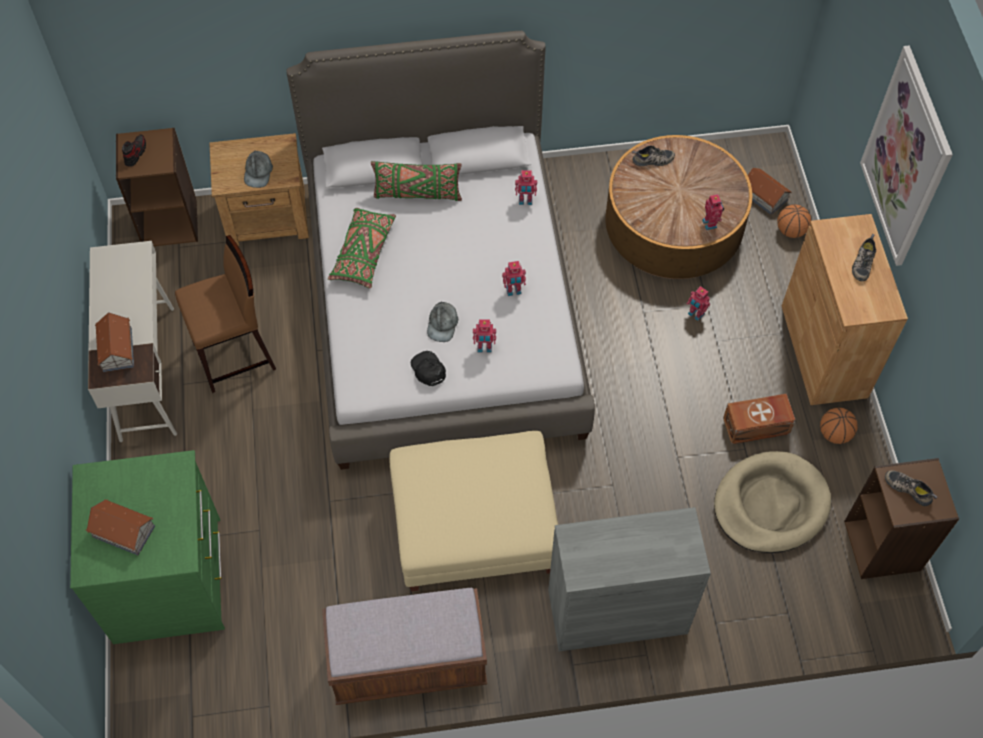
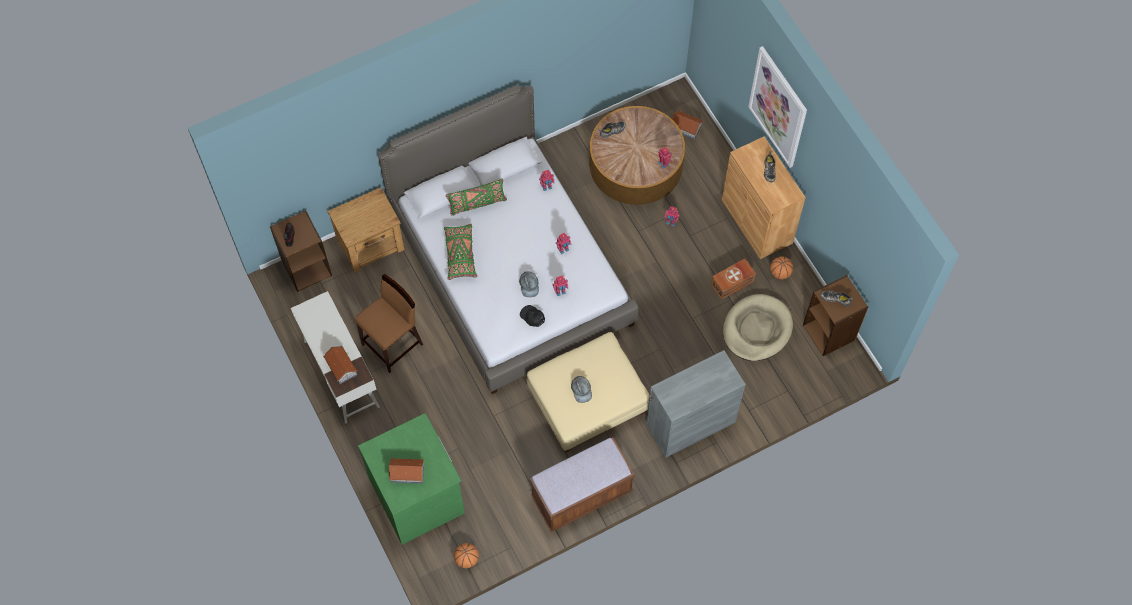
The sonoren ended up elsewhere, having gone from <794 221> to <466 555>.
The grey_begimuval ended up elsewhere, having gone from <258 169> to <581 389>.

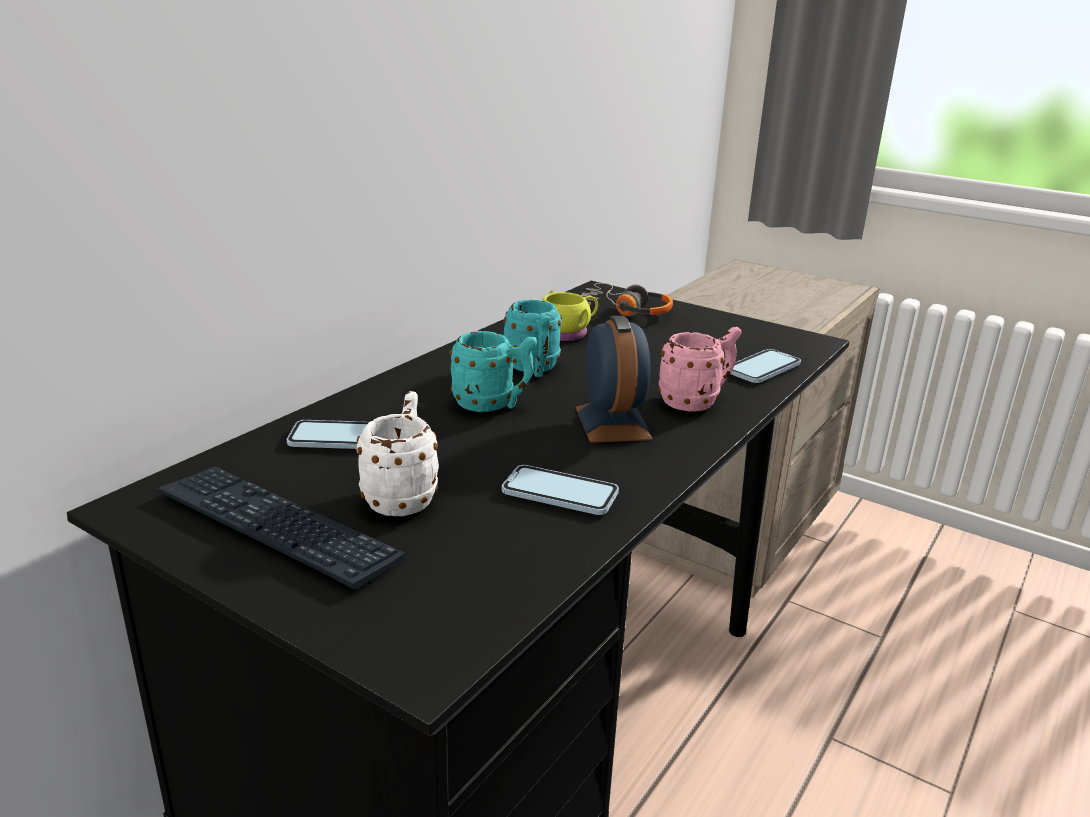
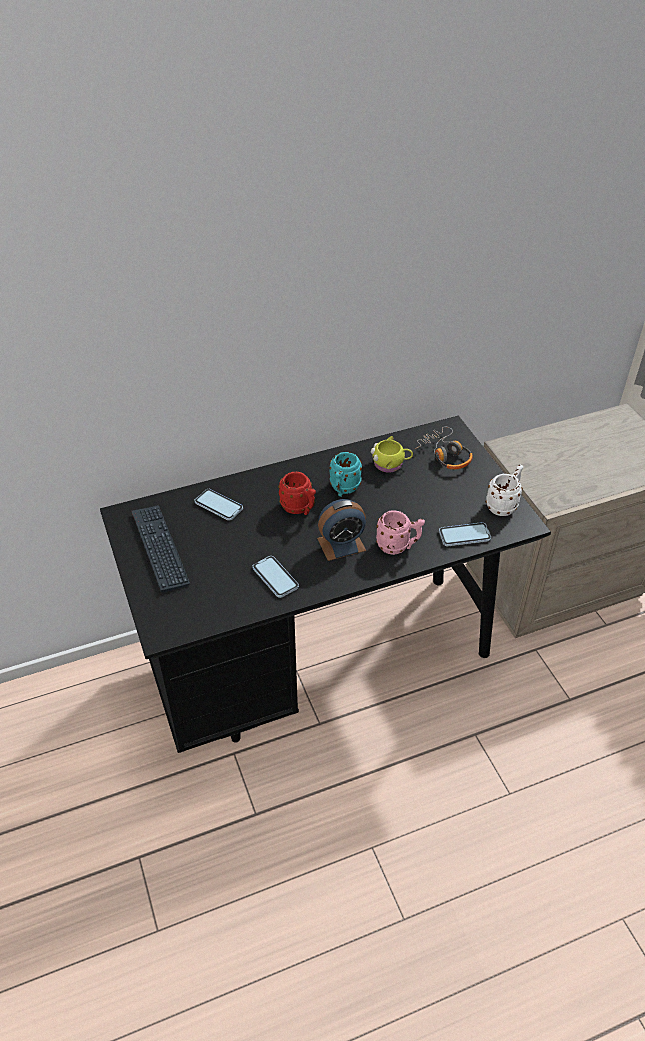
What was the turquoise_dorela at <493 371> turned into the red_dorela at <297 493>.
The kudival at <614 379> ended up facing another way, 45 degrees clockwise from before.
The white_dorela ended up elsewhere, having gone from <398 453> to <504 490>.

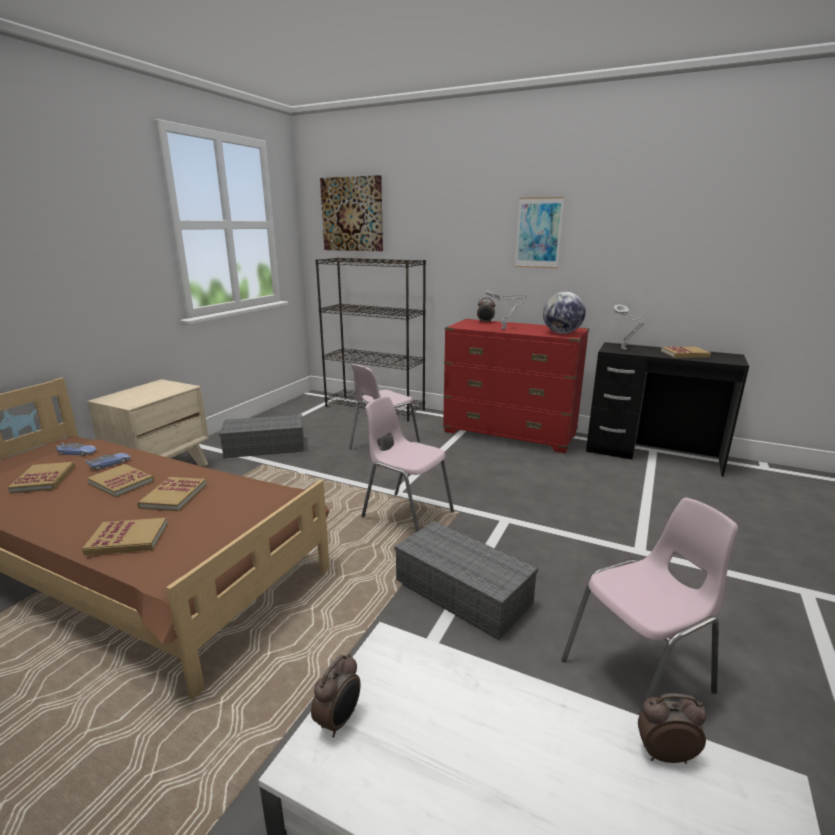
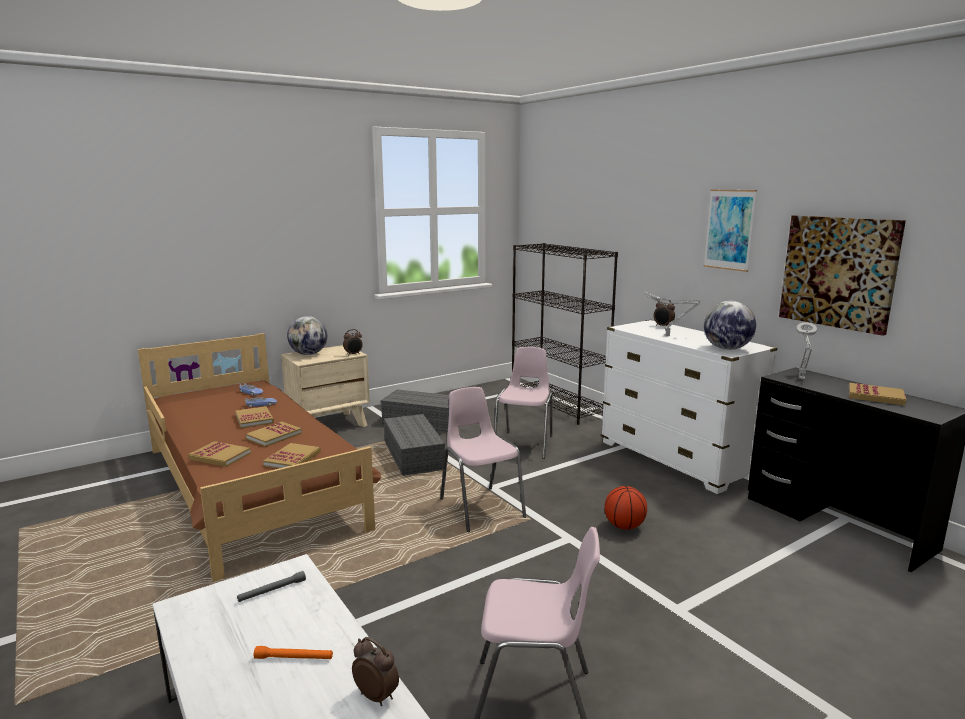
The second view gained the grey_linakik at <271 586>.
The second view gained the orange_linakik at <293 652>.
The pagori ended up elsewhere, having gone from <41 478> to <292 456>.
The second view gained the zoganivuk at <307 335>.
The kudival ended up elsewhere, having gone from <336 695> to <353 342>.
The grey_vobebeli ended up elsewhere, having gone from <466 580> to <414 445>.
The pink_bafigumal at <384 407> ended up facing another way, 120 degrees clockwise from before.
What was the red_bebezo at <516 386> turned into the white_bebezo at <689 407>.
The second view gained the sonoren at <626 508>.
The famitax ended up elsewhere, having gone from <351 213> to <842 275>.

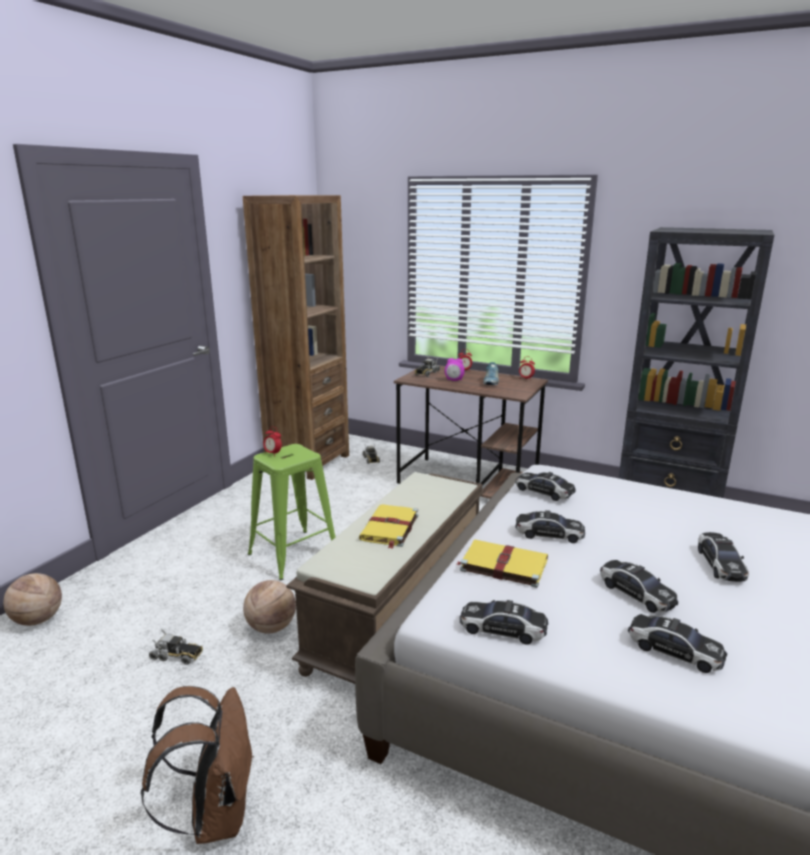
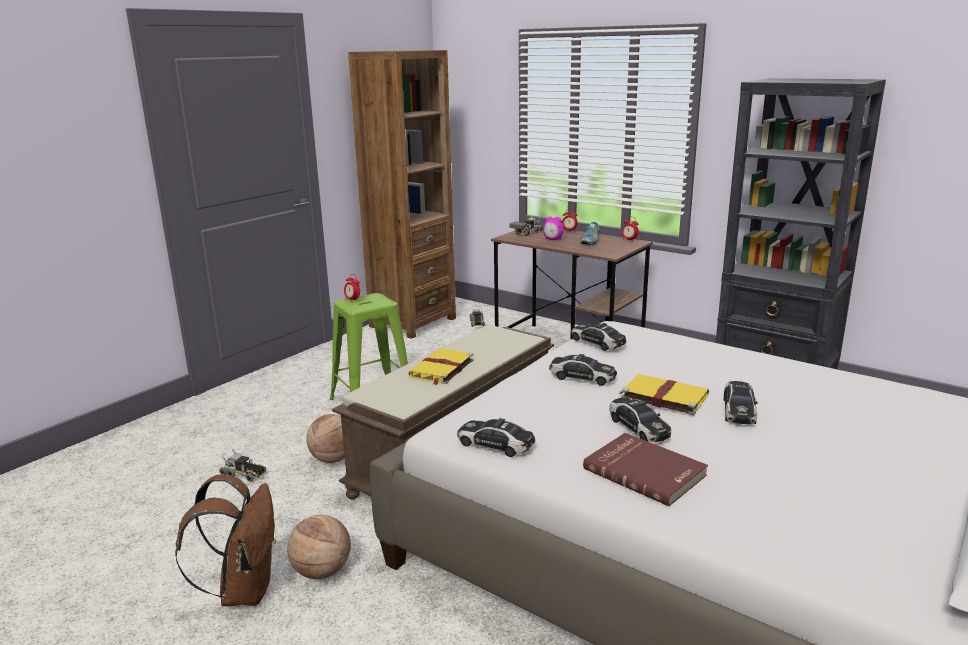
The sonoren ended up elsewhere, having gone from <32 599> to <319 547>.
Where the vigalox stood at <677 643>, the red_pagori came to stand at <645 469>.
The yellow_pagori ended up elsewhere, having gone from <502 564> to <664 394>.

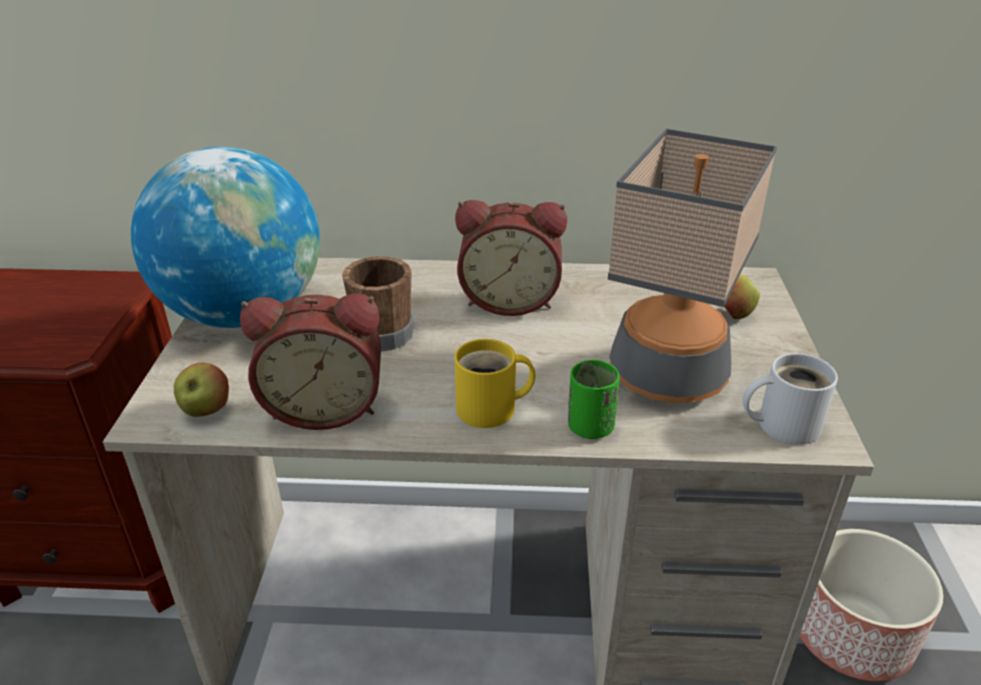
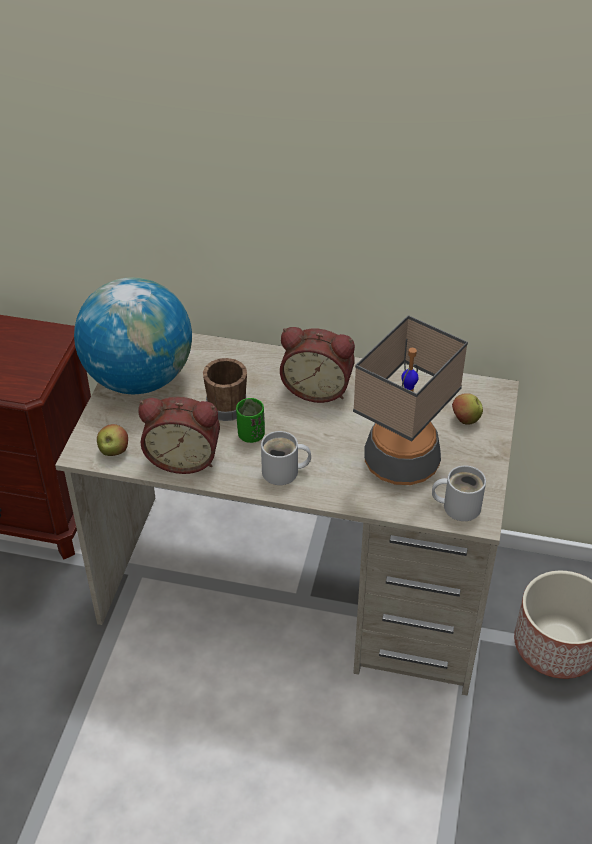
The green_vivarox ended up elsewhere, having gone from <594 399> to <250 420>.
What was the yellow_dorela at <495 383> turned into the white_dorela at <286 458>.

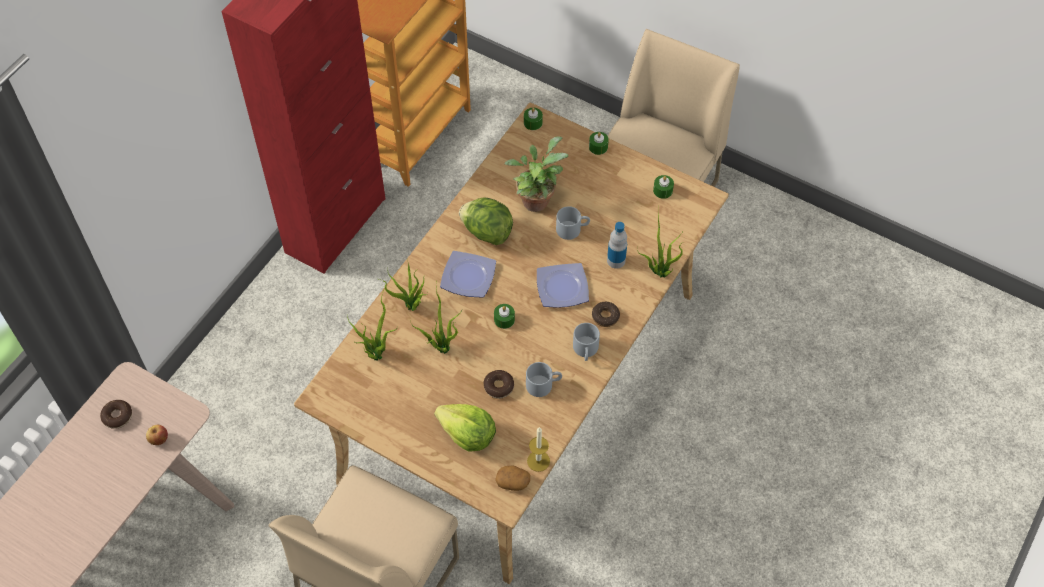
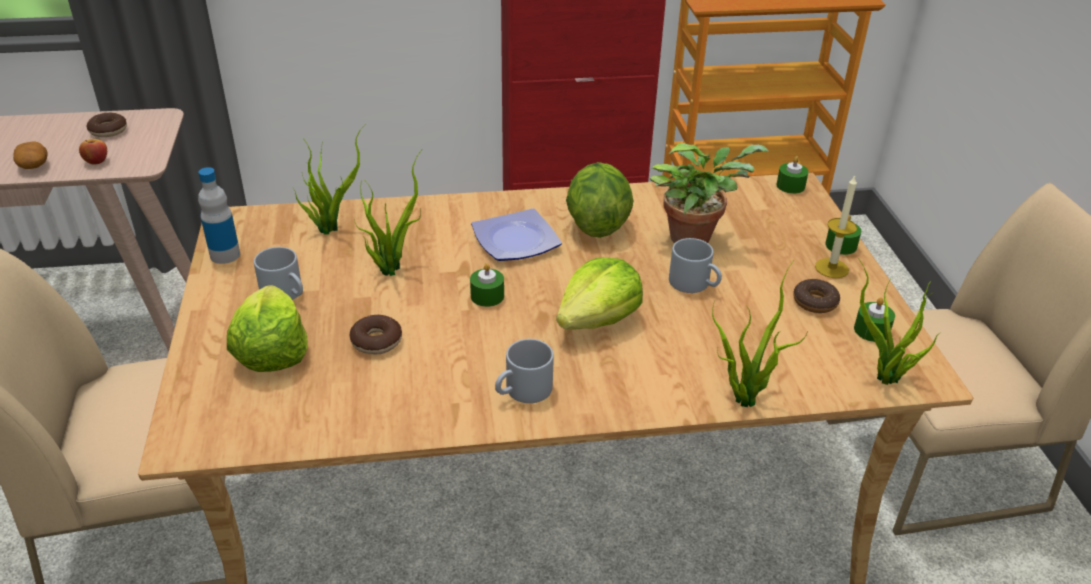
The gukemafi ended up elsewhere, having gone from <512 478> to <30 155>.
The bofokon ended up elsewhere, having gone from <617 245> to <219 215>.
The grey_dorela ended up elsewhere, having gone from <544 379> to <278 273>.
Where the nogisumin stood at <563 285>, the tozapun came to stand at <599 294>.
The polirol ended up elsewhere, having gone from <606 314> to <816 295>.
The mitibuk ended up elsewhere, having gone from <538 449> to <836 226>.
The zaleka ended up elsewhere, having gone from <403 287> to <899 321>.

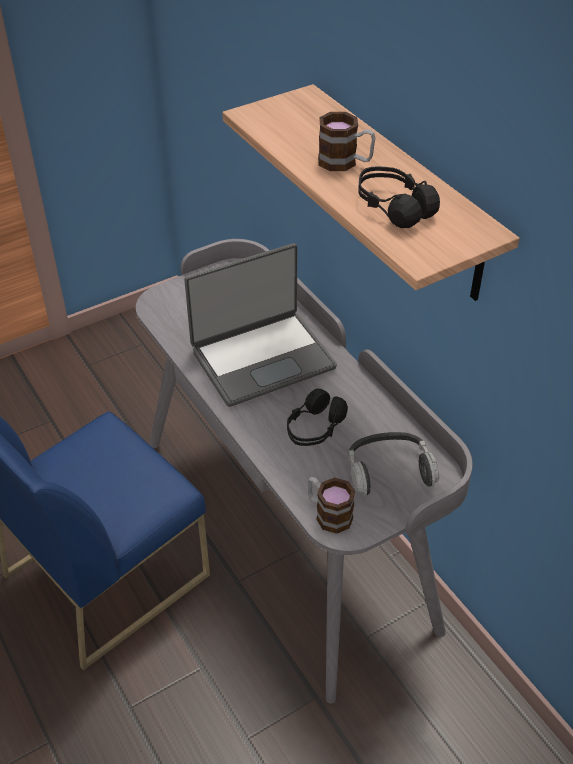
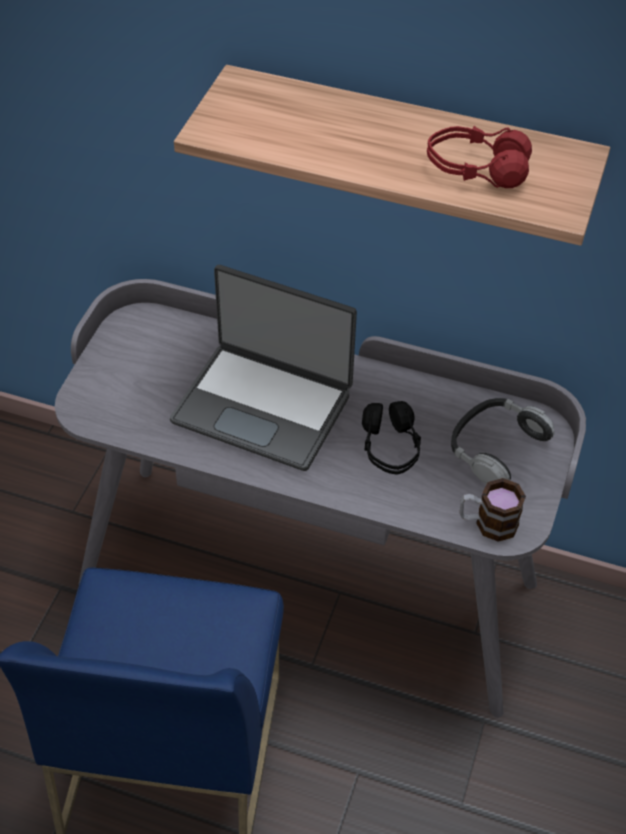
The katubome at <260 325> ended up facing another way, 90 degrees clockwise from before.
What was the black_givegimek at <399 197> turned into the red_givegimek at <479 157>.
The second view lost the dorela at <347 141>.

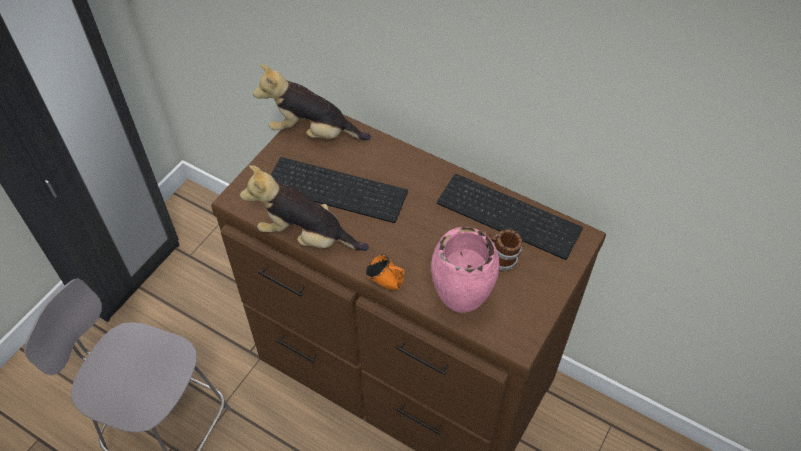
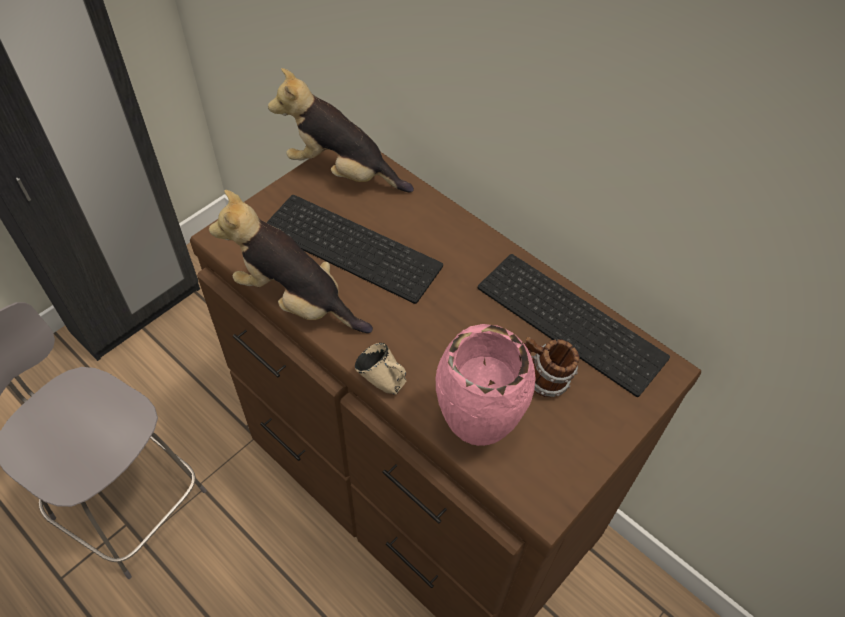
What was the orange_dorela at <385 272> turned into the beige_dorela at <380 368>.

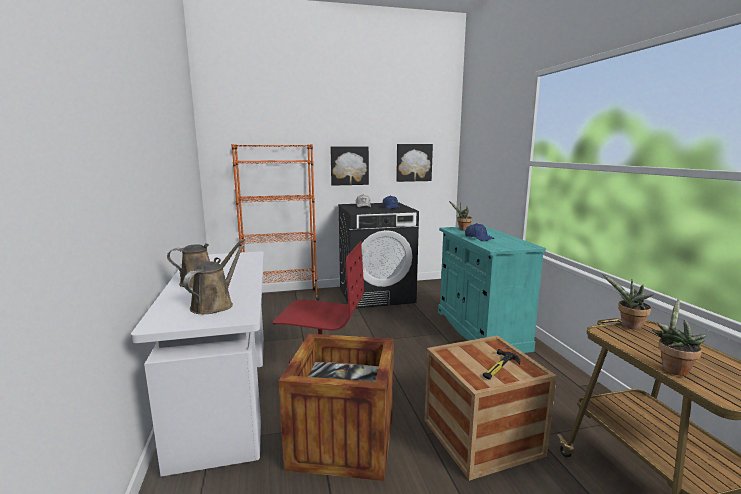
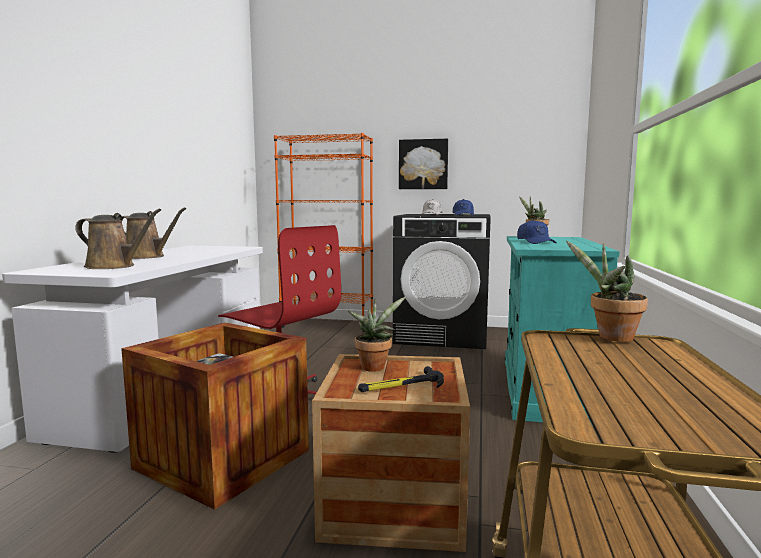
The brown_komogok at <214 279> ended up facing another way, 60 degrees clockwise from before.
The zaleka ended up elsewhere, having gone from <679 337> to <377 334>.
The second view lost the famitax at <414 163>.

